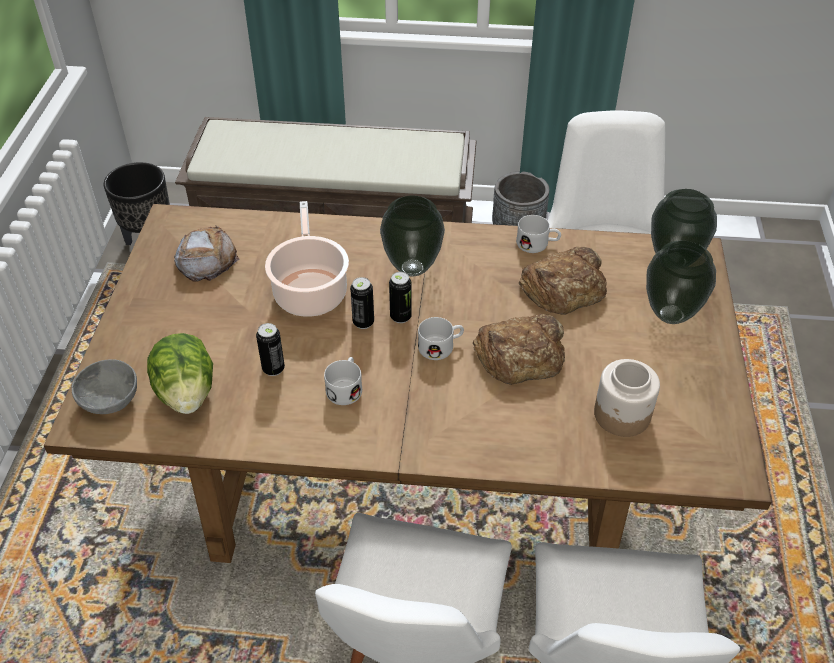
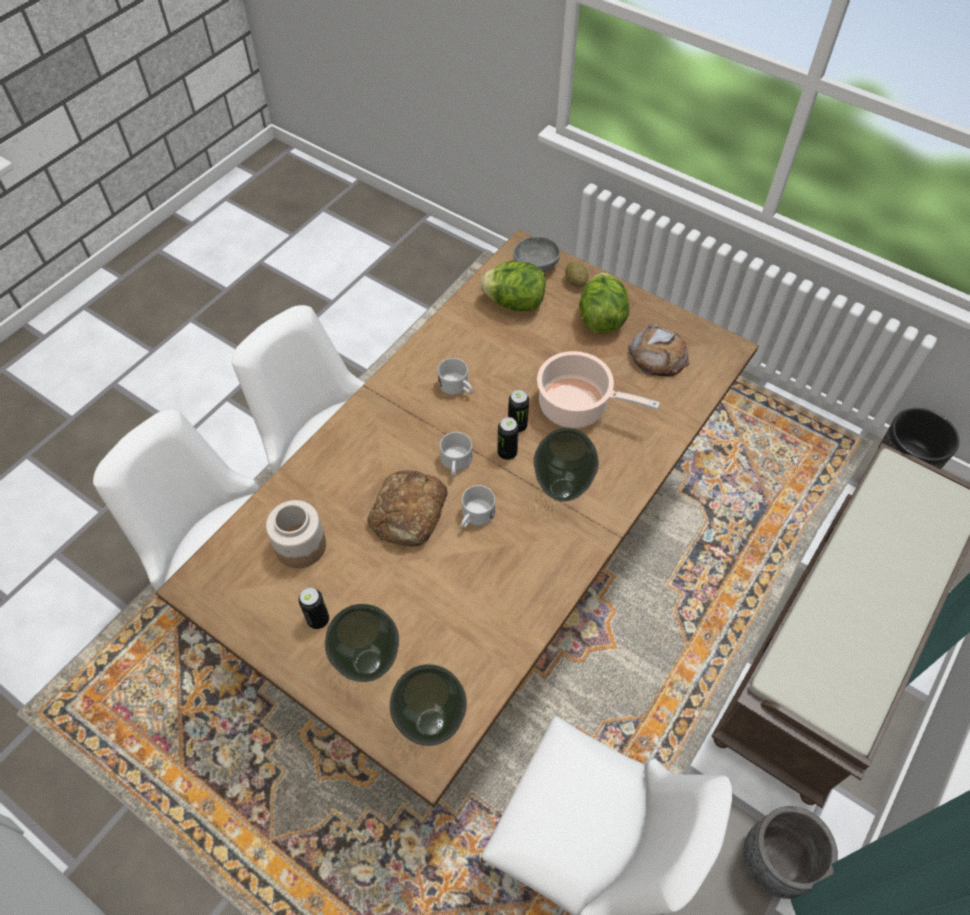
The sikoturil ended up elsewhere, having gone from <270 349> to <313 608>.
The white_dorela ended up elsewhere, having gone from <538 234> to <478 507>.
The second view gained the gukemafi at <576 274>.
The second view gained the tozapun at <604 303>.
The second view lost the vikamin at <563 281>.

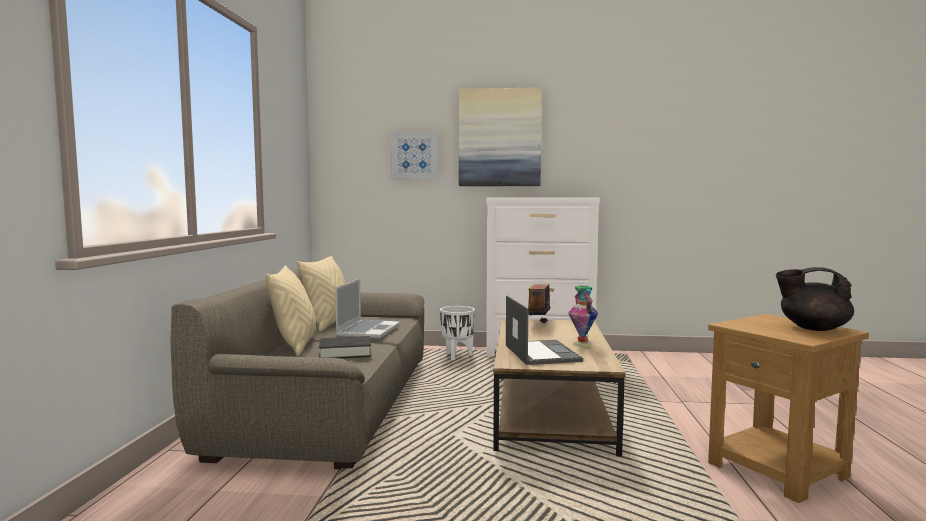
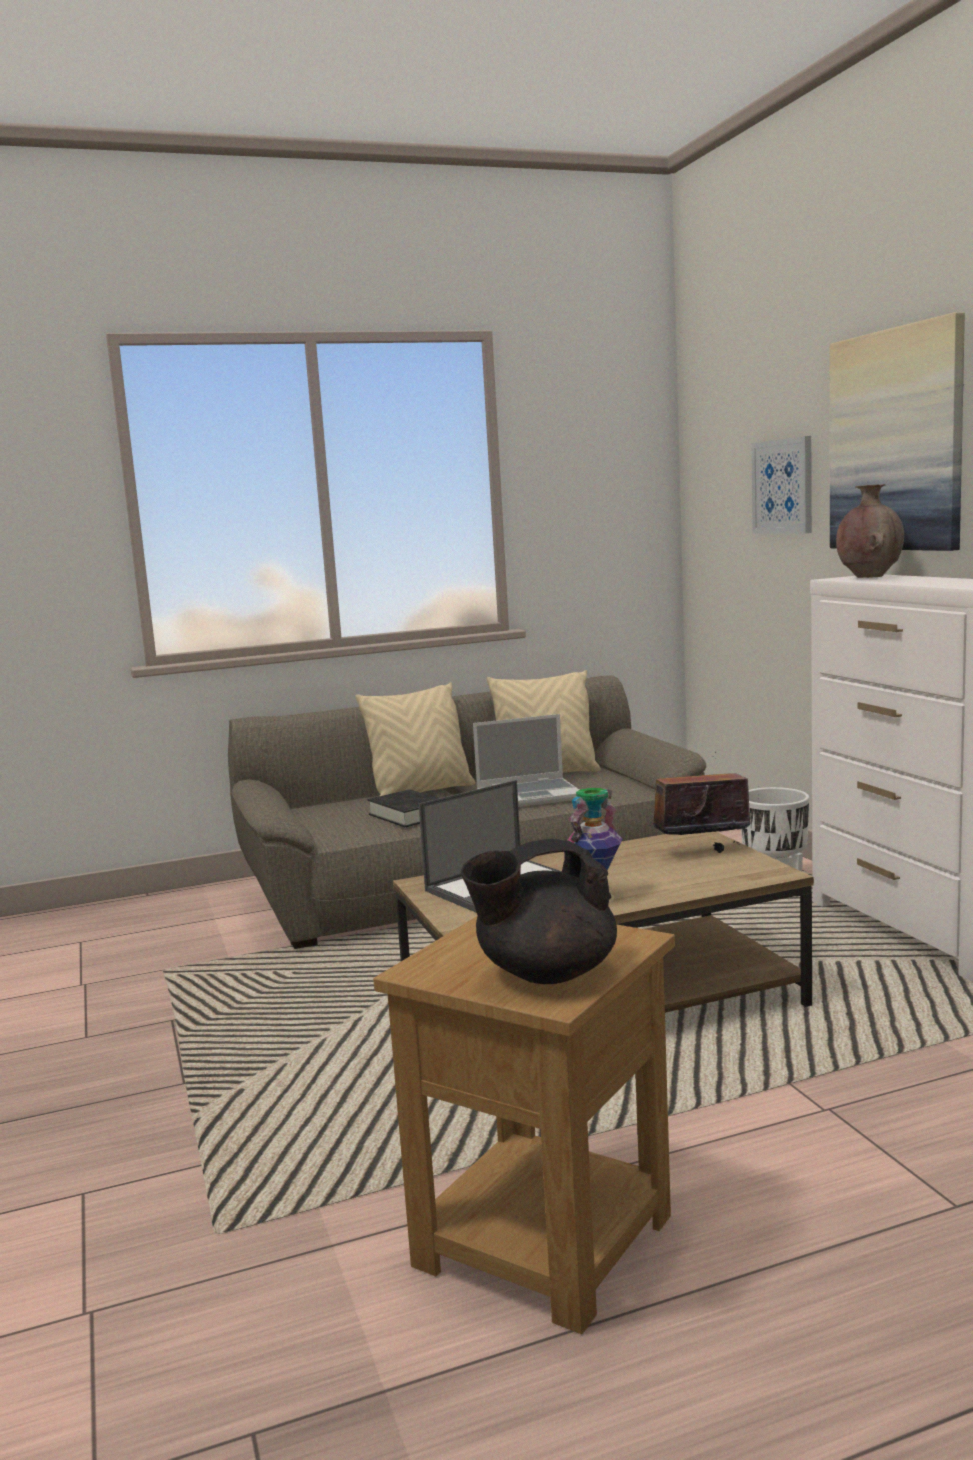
The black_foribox at <815 299> ended up facing another way, 105 degrees counterclockwise from before.
The second view gained the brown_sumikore at <870 531>.

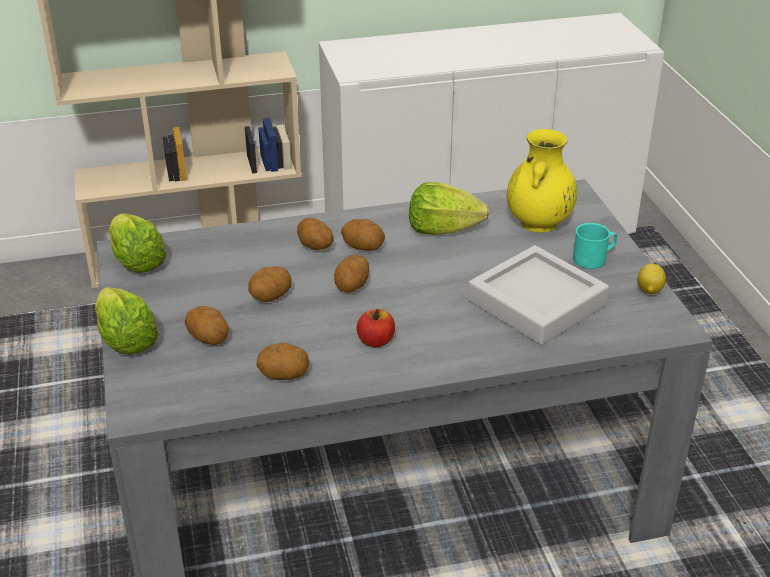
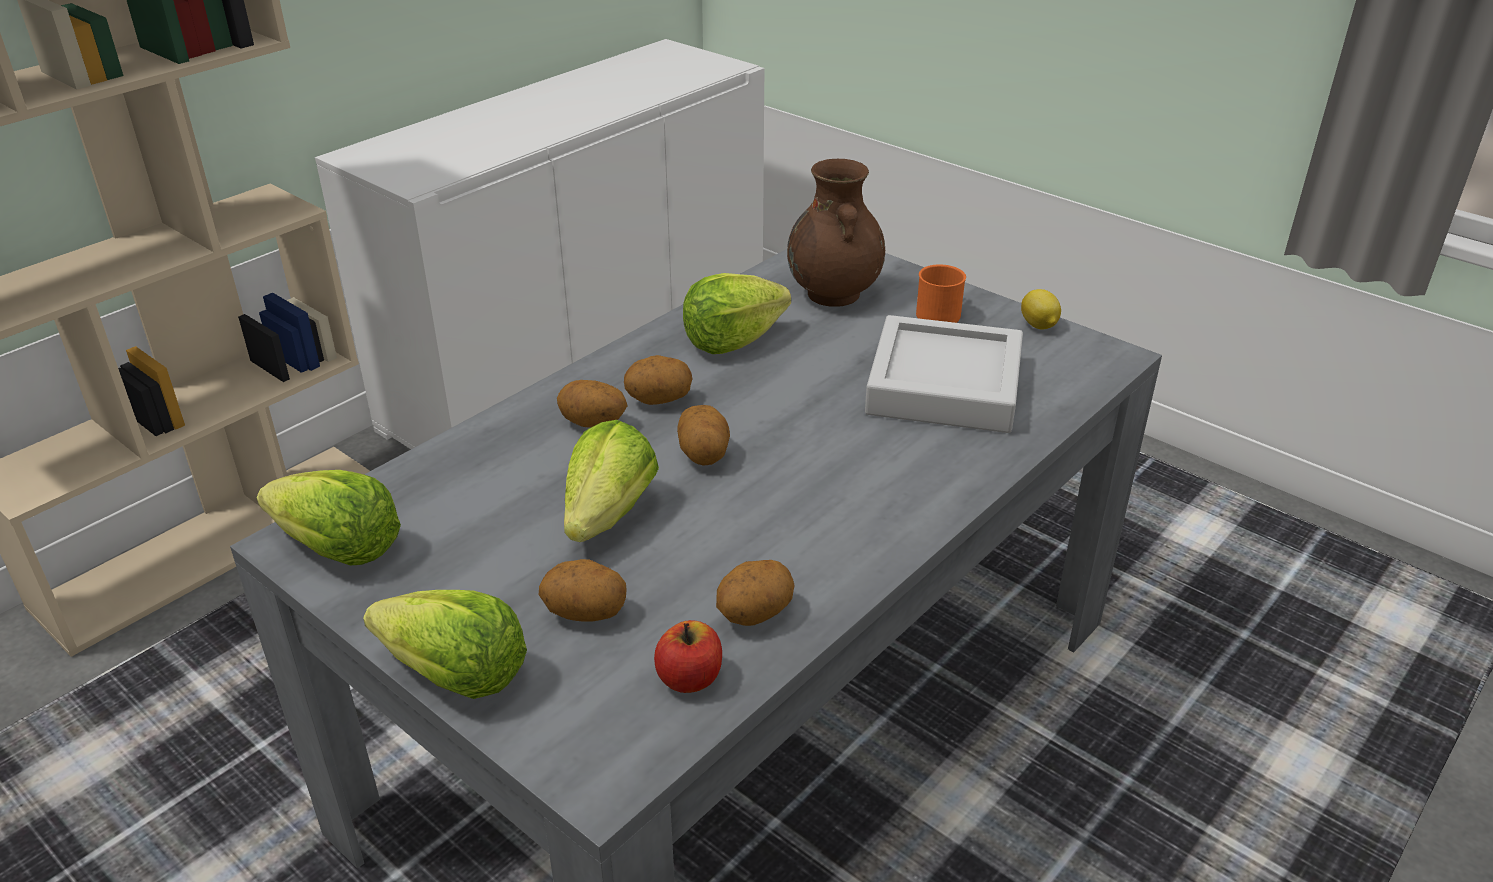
Where the gukemafi stood at <270 284>, the tozapun came to stand at <611 481>.
The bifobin ended up elsewhere, having gone from <376 328> to <688 656>.
What was the yellow_sumikore at <542 181> turned into the brown_sumikore at <836 233>.
What was the turquoise_dorela at <595 246> turned into the orange_dorela at <941 293>.

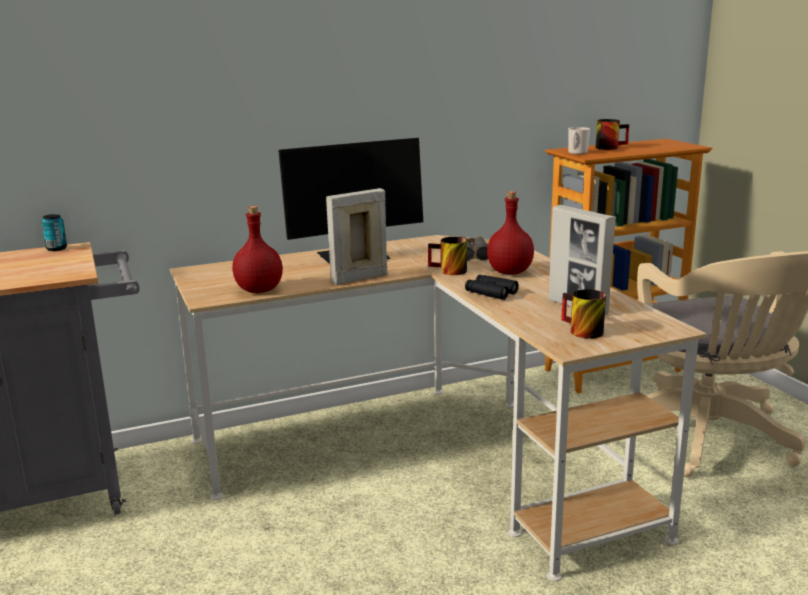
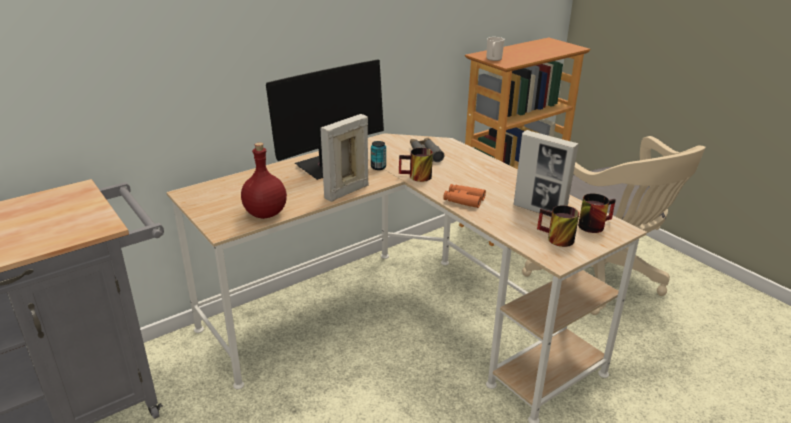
The sikoturil ended up elsewhere, having gone from <54 232> to <378 155>.
What was the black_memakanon at <492 287> turned into the orange_memakanon at <464 196>.
The dorela ended up elsewhere, having gone from <612 134> to <597 213>.
The second view lost the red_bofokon at <510 232>.

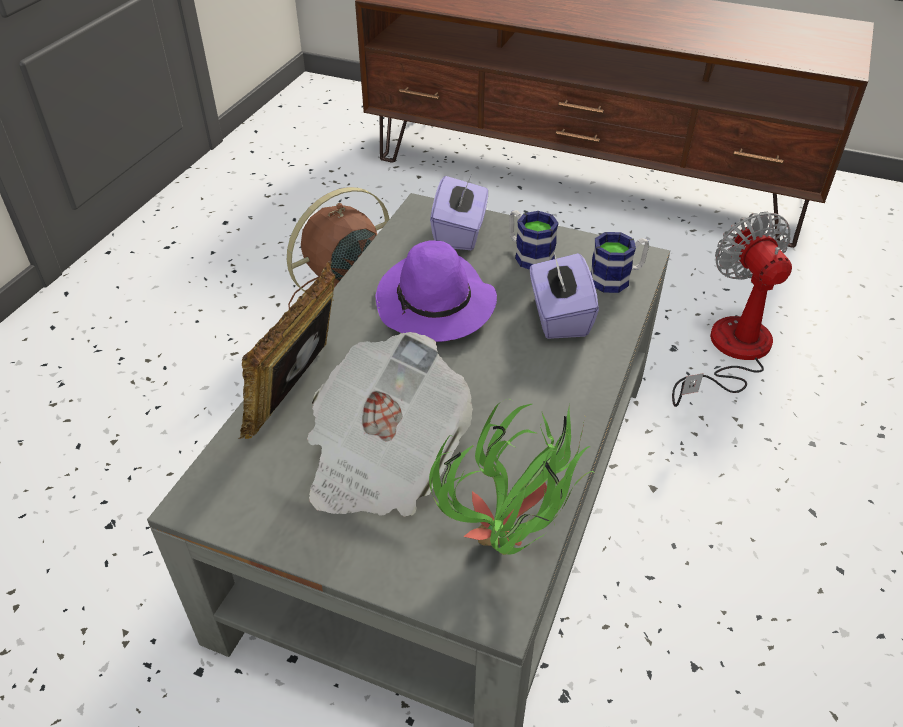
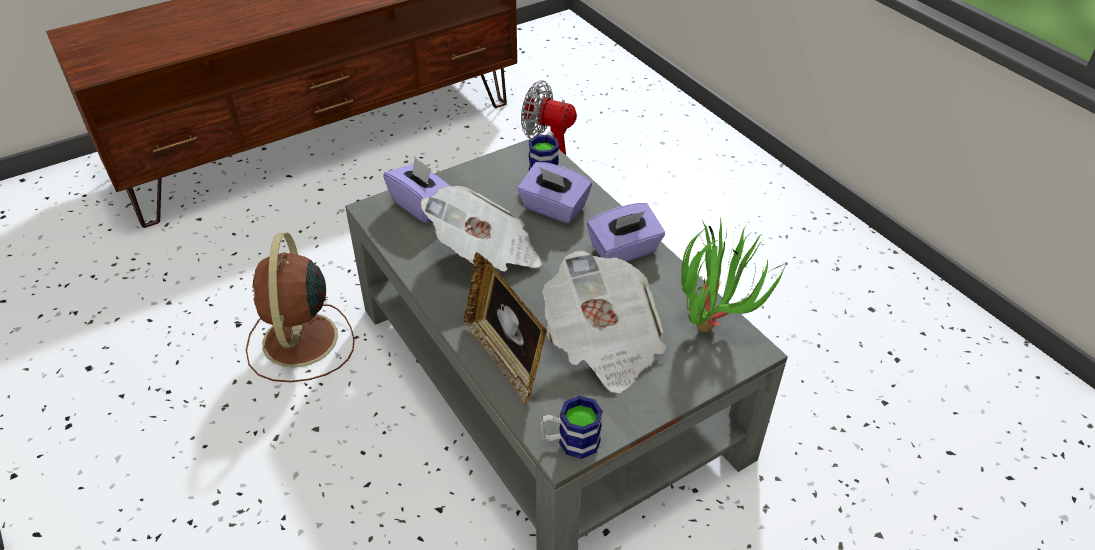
Where the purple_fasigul stood at <436 291>, the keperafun came to stand at <481 229>.
The dorela ended up elsewhere, having gone from <534 240> to <571 427>.
The second view gained the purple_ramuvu at <626 232>.

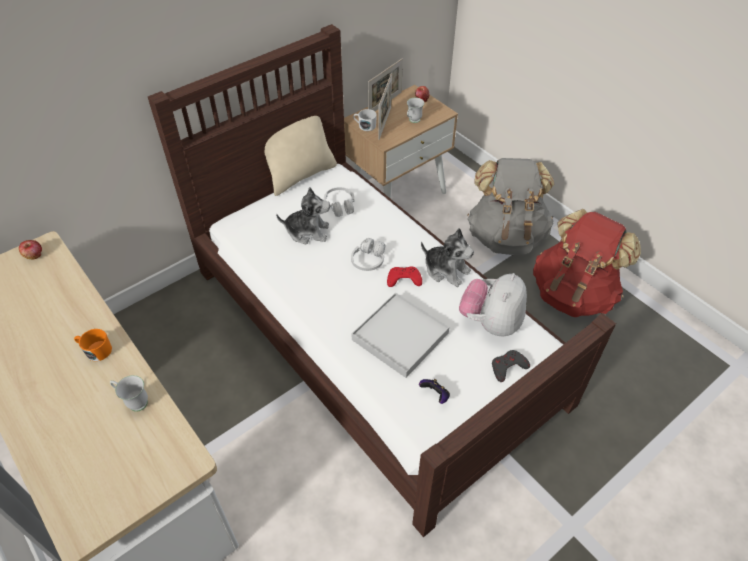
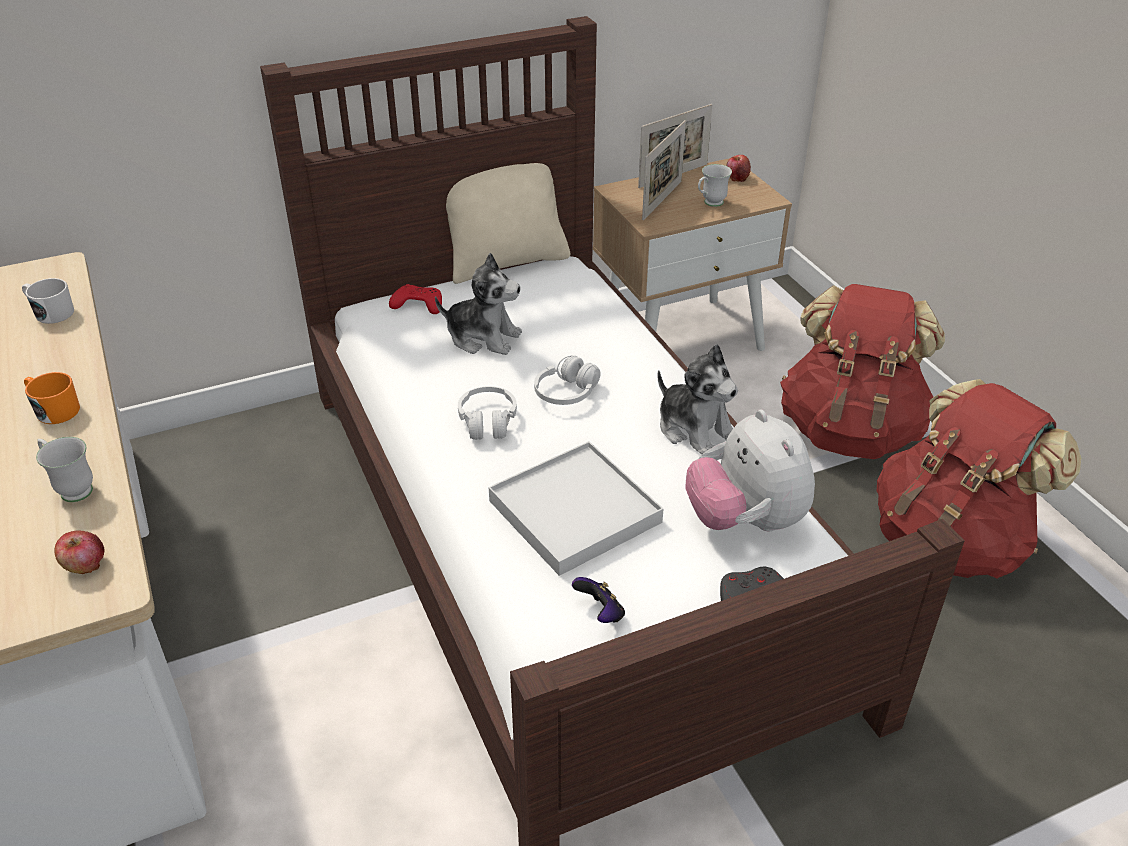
The white_dorela ended up elsewhere, having gone from <365 120> to <48 301>.
The bifobin ended up elsewhere, having gone from <30 249> to <79 552>.
The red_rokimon ended up elsewhere, having gone from <404 277> to <415 299>.
The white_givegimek ended up elsewhere, having gone from <339 202> to <487 413>.
The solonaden at <493 304> ended up facing another way, 60 degrees counterclockwise from before.
What was the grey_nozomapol at <510 206> turned into the red_nozomapol at <862 371>.

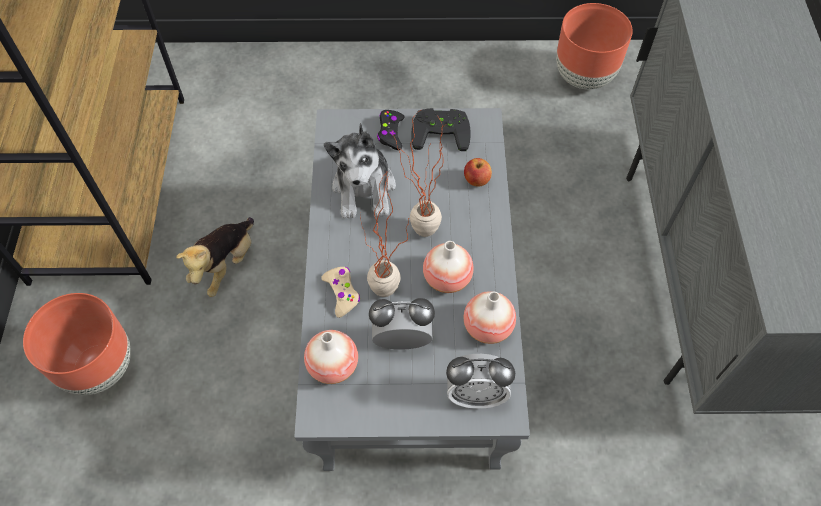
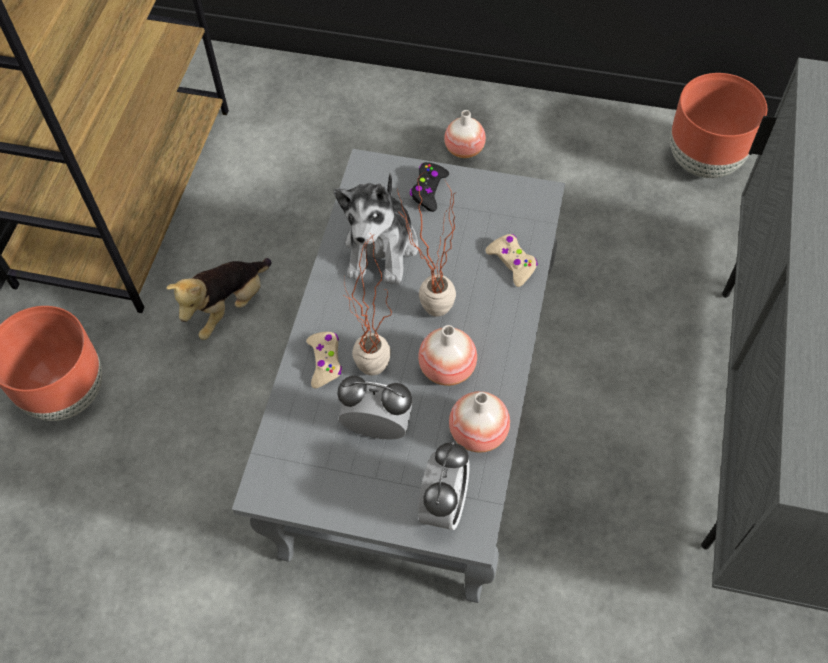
The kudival at <480 381> ended up facing another way, 90 degrees counterclockwise from before.
The sumikore ended up elsewhere, having gone from <331 357> to <465 134>.
Where the bifobin stood at <478 172>, the beige_rokimon came to stand at <512 260>.
The second view lost the black_rokimon at <441 129>.

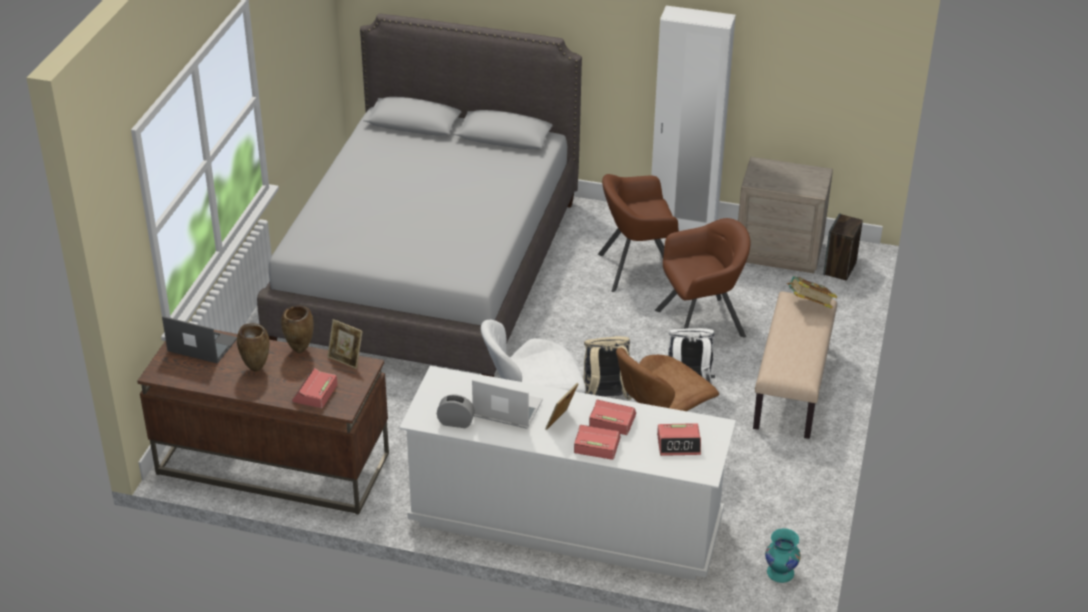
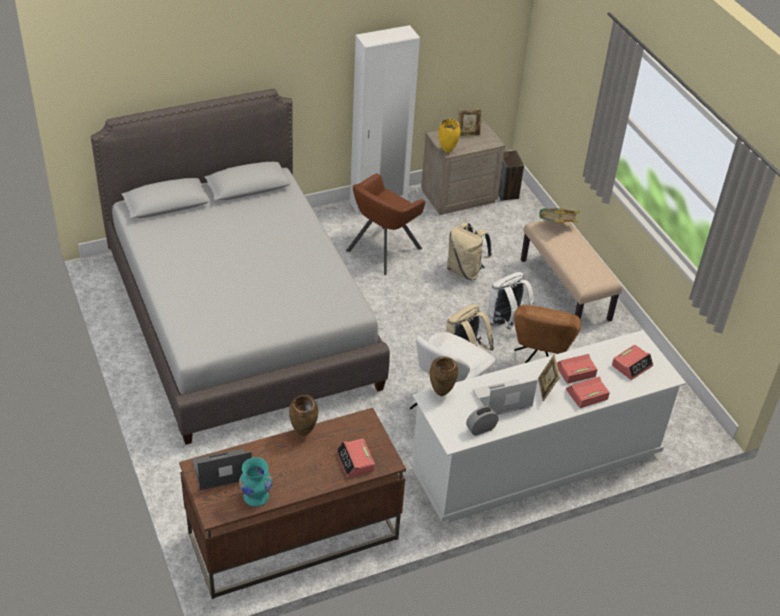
The turquoise_sumikore ended up elsewhere, having gone from <783 555> to <255 482>.
The brown_sumikore ended up elsewhere, having gone from <253 347> to <444 376>.
The second view gained the yellow_sumikore at <450 136>.
Where the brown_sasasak stood at <702 278>, the beige_nozomapol came to stand at <469 251>.
The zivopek ended up elsewhere, having gone from <345 344> to <470 123>.

